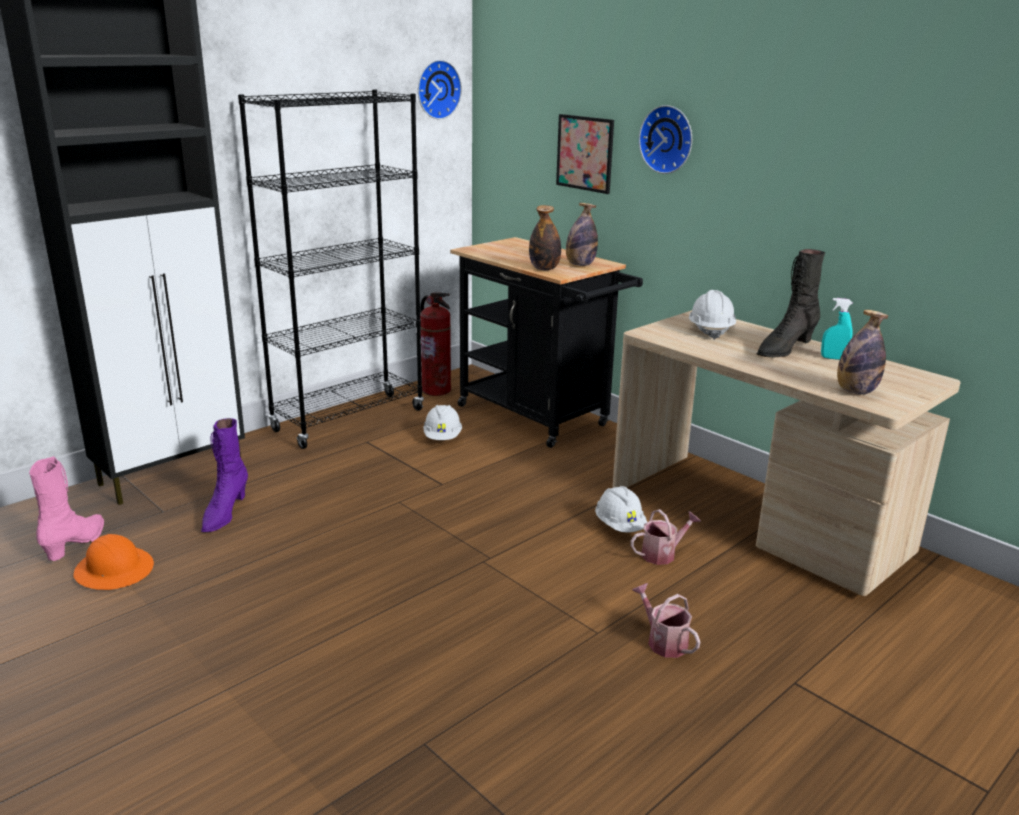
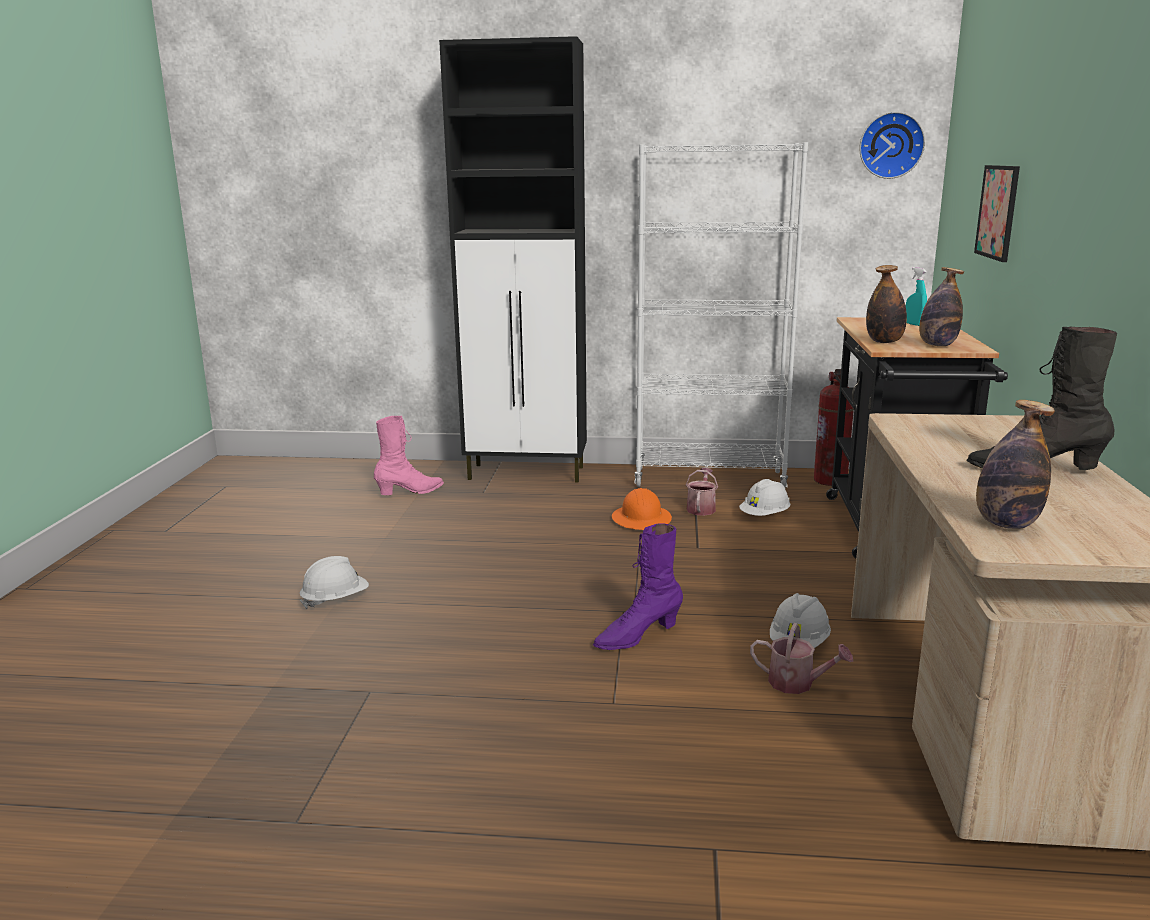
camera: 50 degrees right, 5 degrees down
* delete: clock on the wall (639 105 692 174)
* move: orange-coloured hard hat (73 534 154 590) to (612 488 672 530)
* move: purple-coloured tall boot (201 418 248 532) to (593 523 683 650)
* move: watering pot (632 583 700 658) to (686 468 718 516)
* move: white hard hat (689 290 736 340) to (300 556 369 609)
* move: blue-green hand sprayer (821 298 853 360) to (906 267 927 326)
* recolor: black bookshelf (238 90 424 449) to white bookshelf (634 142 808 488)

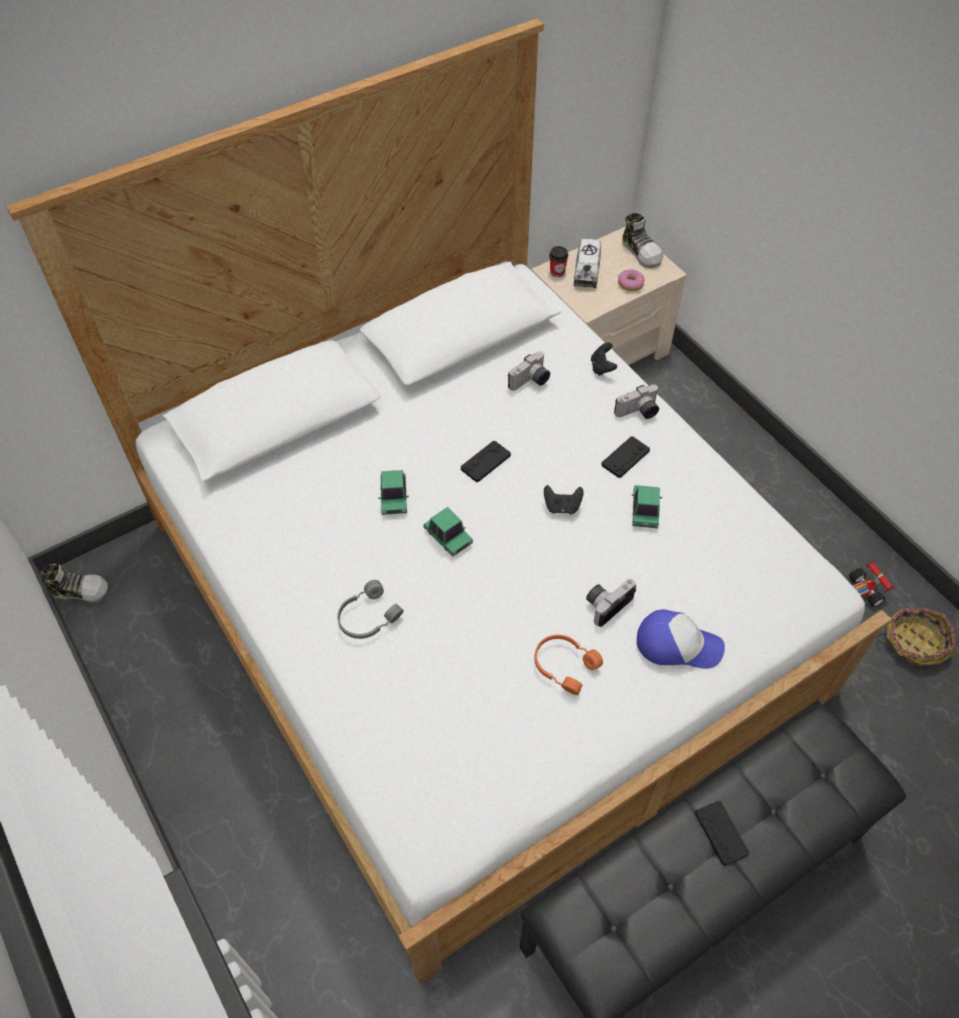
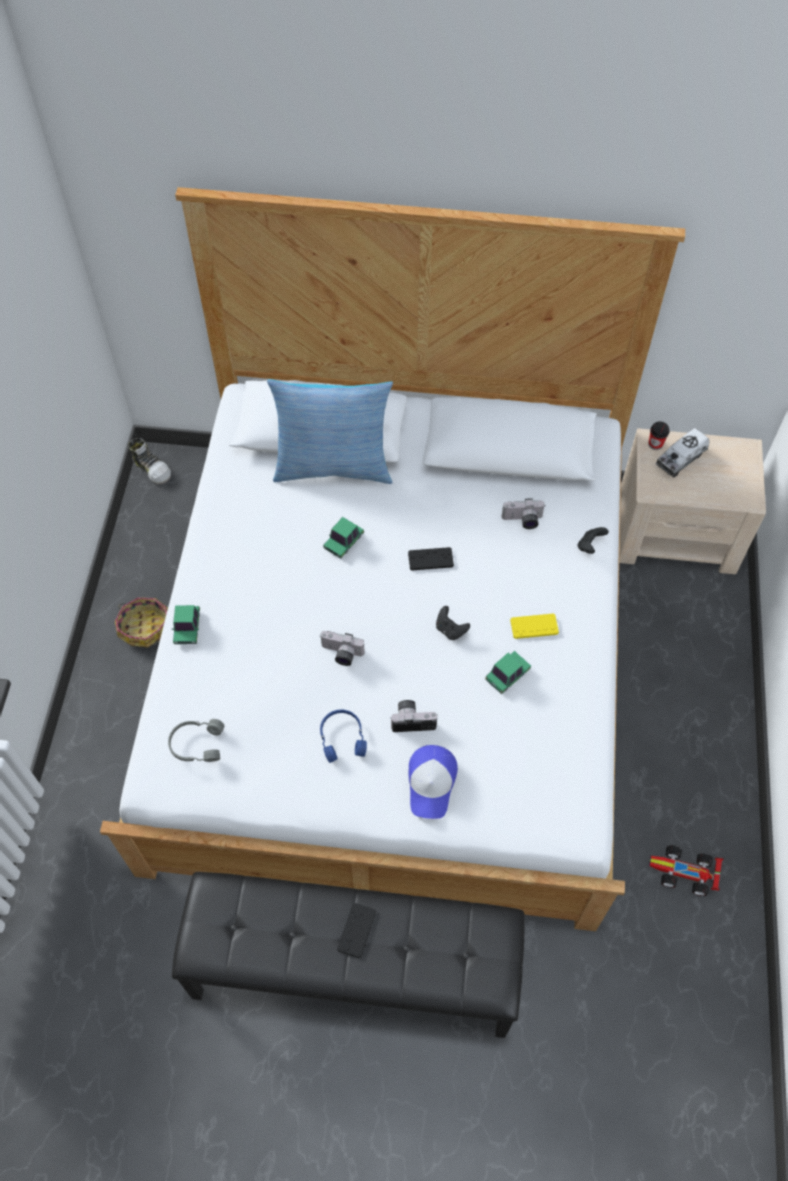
camera: 40 degrees right, 5 degrees up
* delete: donut (618 269 645 291)
* delete: shoe (622 213 663 268)
* insert: cushion (267 379 393 484)
* move: greyish headset (337 580 404 639) to (168 719 225 762)
* move: toy car (423 507 473 557) to (172 605 200 644)
* move: still camera (614 384 659 419) to (320 631 365 666)
* move: storage basket (877 608 956 666) to (115 597 168 648)
* recolor: orange-coloured headset (534 635 603 695) to bluish headset (320 710 367 763)
* recolor: black joypad (601 436 650 478) to yellow-coloured joypad (510 613 559 639)
* rotate: baseball cap (637 610 725 669) = (409 745 458 819) 45 degrees clockwise

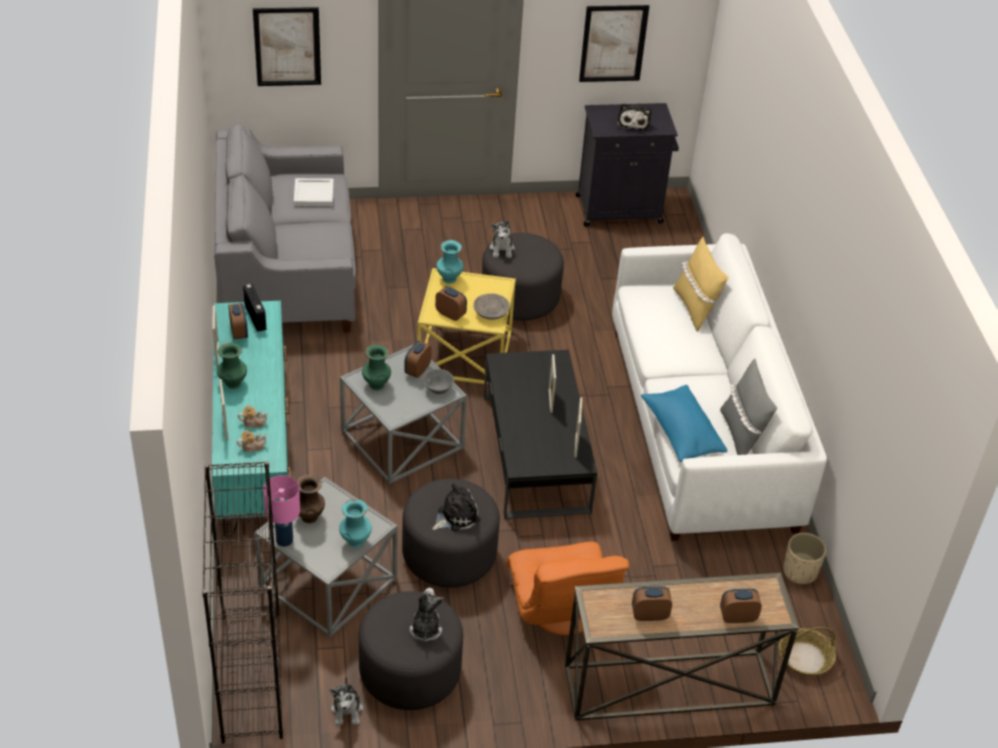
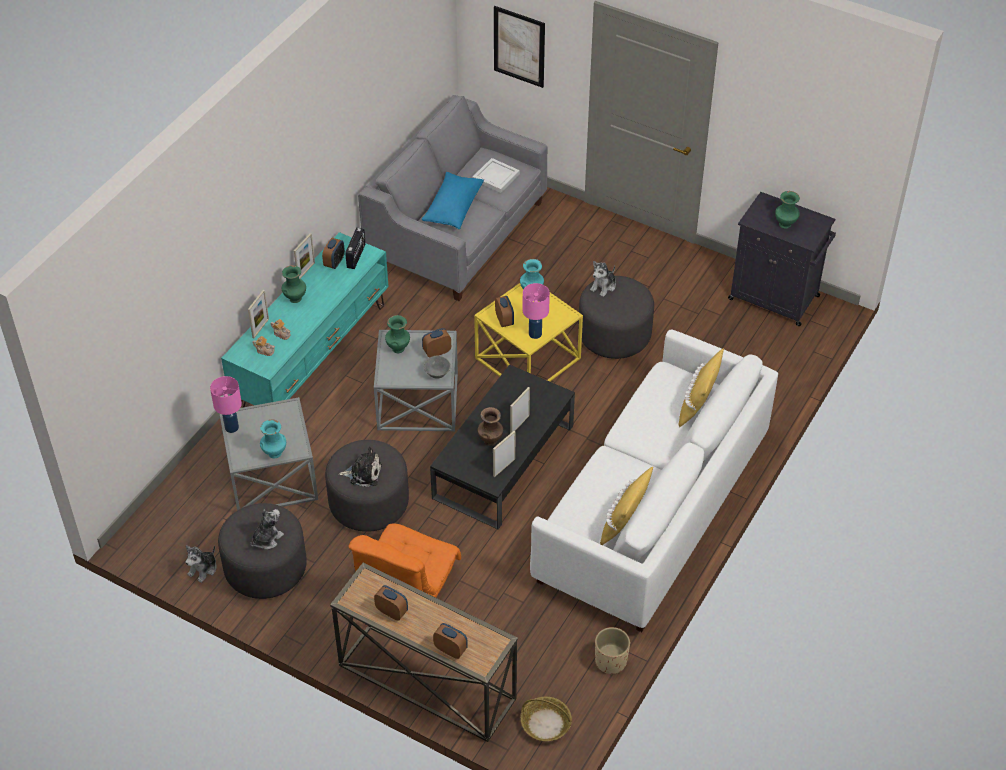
camera: 40 degrees right, 5 degrees up
* delete: black bookshelf (202 461 283 744)
* delete: picture (579 5 649 82)
* move: brown-coloured vase (297 475 325 523) to (478 407 503 446)
* move: bluish cushion (641 385 728 462) to (422 172 484 229)
* replace: greyish bowl (473 293 510 320) to pinkish lamp for a table (522 283 550 339)
* replace: cuddly toy (617 103 652 131) to green-coloured vase (775 191 800 229)
* recolor: greyish cushion (720 359 777 455) to yellow-coloured cushion (600 467 653 545)

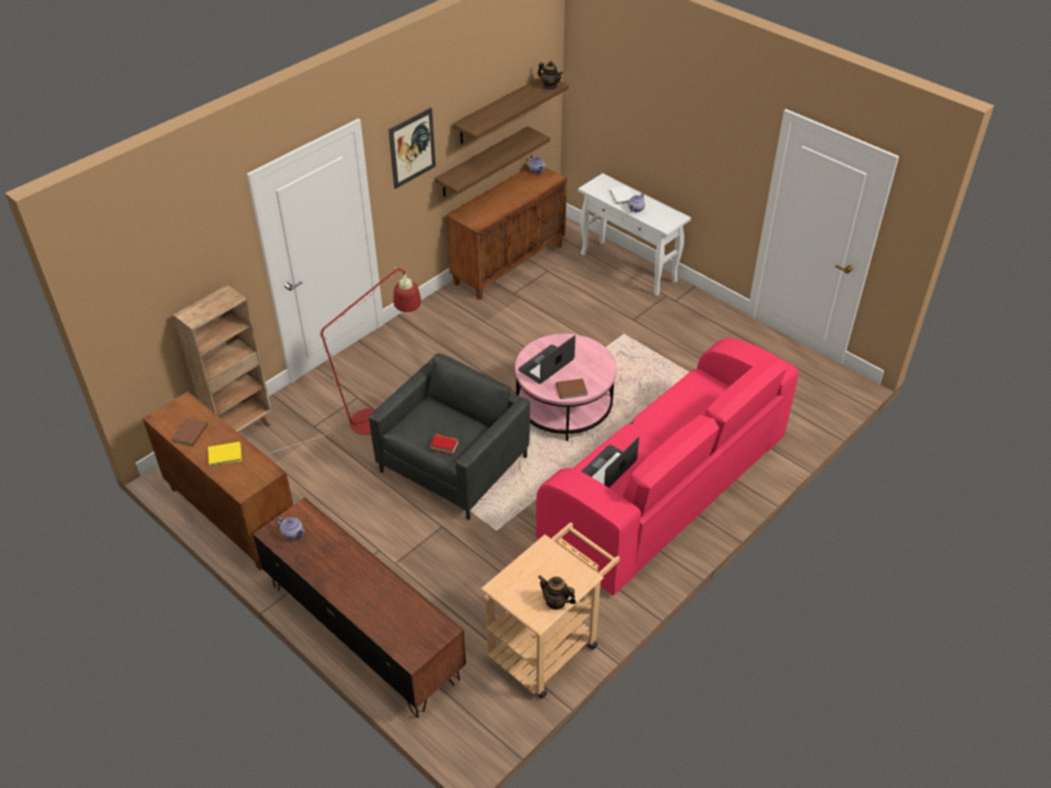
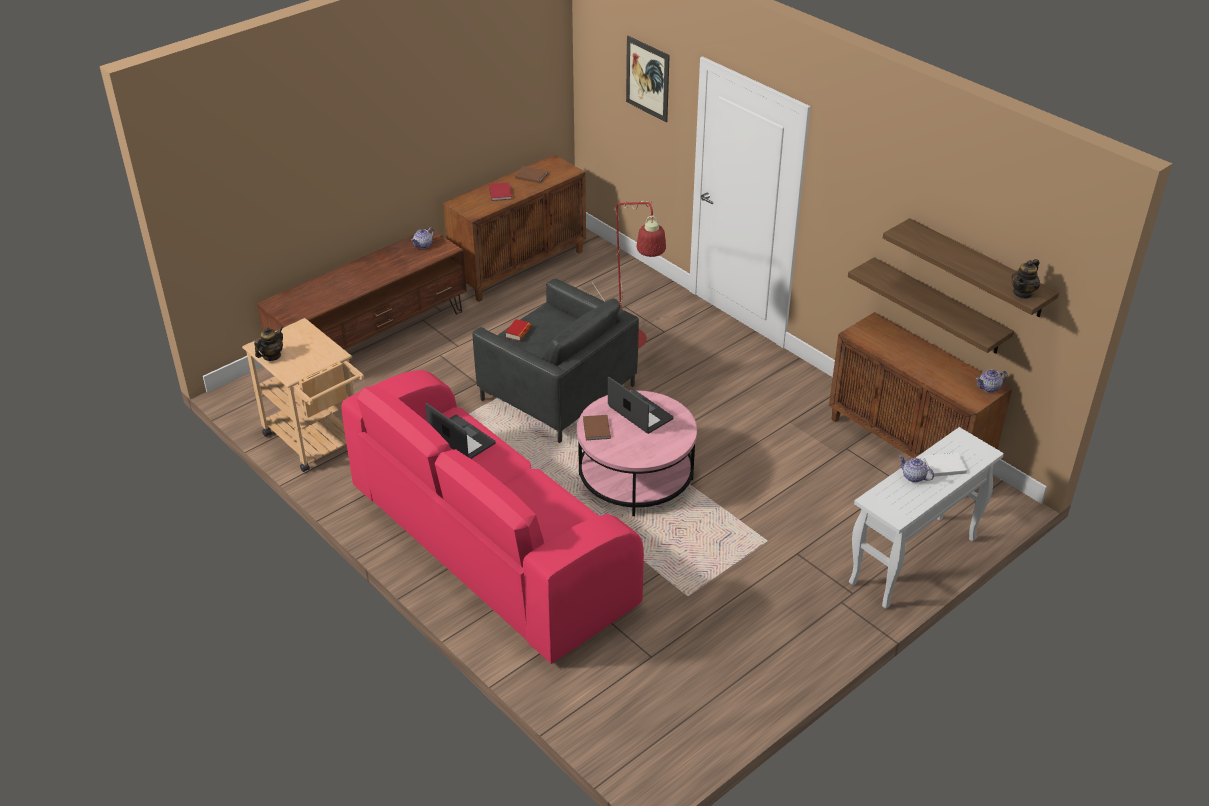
camera: 95 degrees right, 5 degrees down
* delete: brown-coloured bookshelf (173 285 272 433)
* move: picture (388 108 436 189) to (626 36 670 122)
* recolor: yellow-coloured book (208 442 242 467) to reddish book (489 183 512 201)

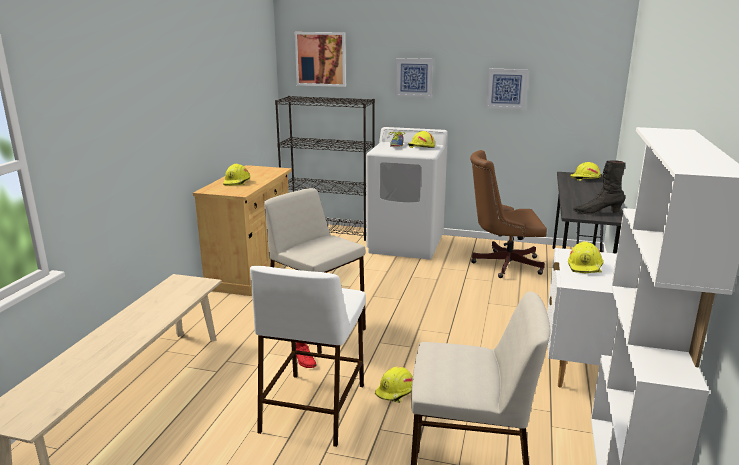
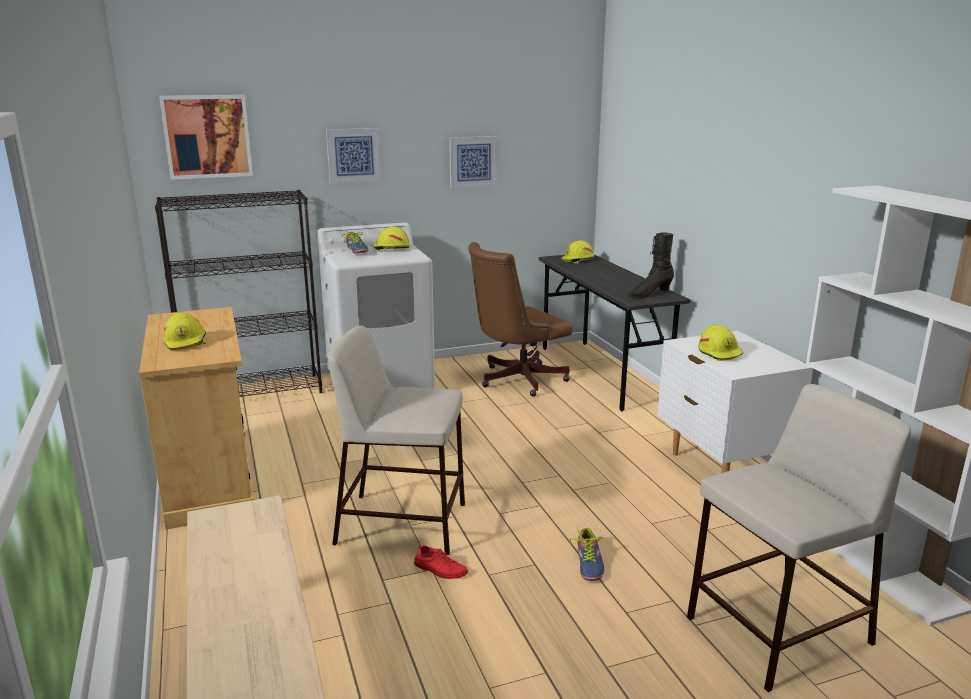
camera: 35 degrees left, 0 degrees up
* delete: white stool seat (250 266 366 447)
* replace: yellow-coloured hard hat (375 366 413 403) to shoe (570 527 604 581)

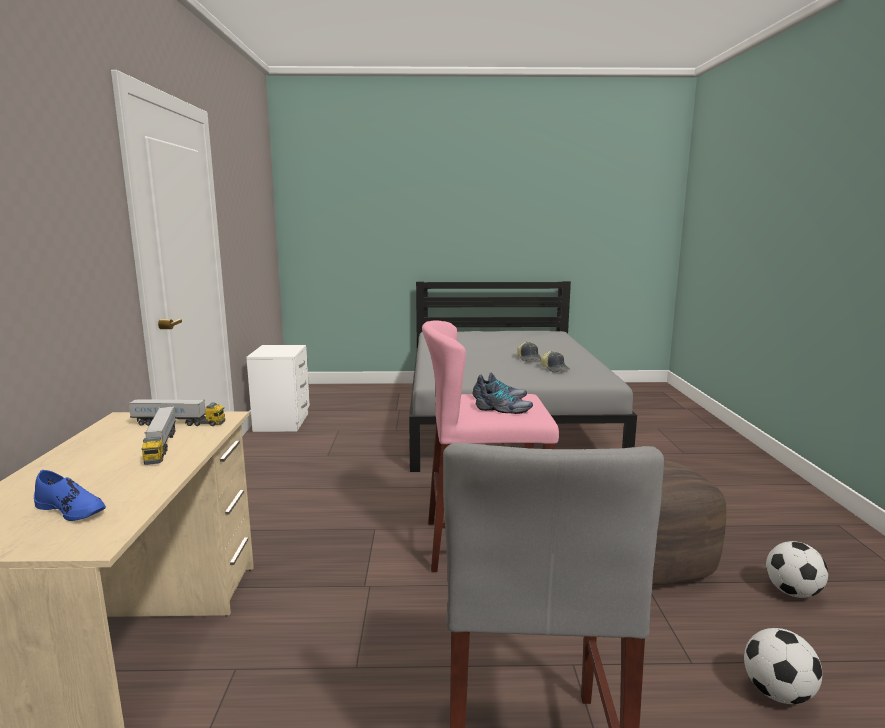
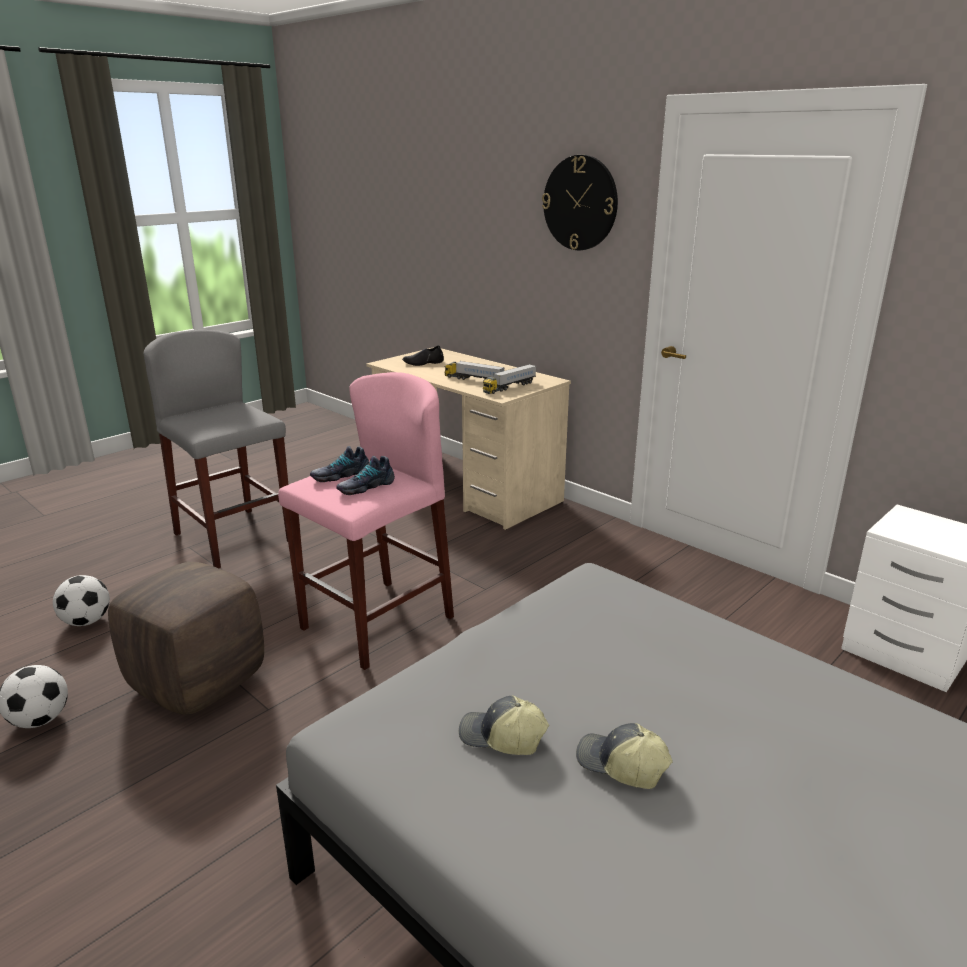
camera: 135 degrees right, 10 degrees up
* insert: clock on the wall (542 155 618 250)
* recolor: bluish shoe (34 470 106 521) to black shoe (402 345 444 366)

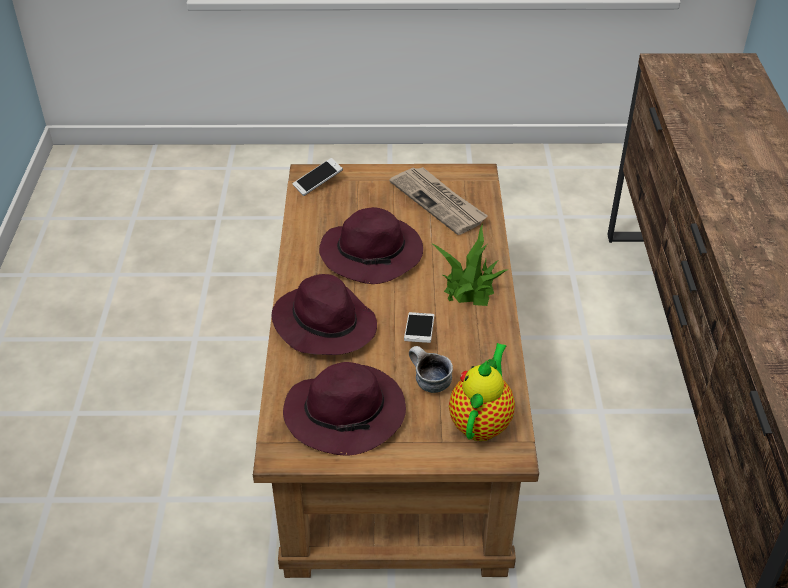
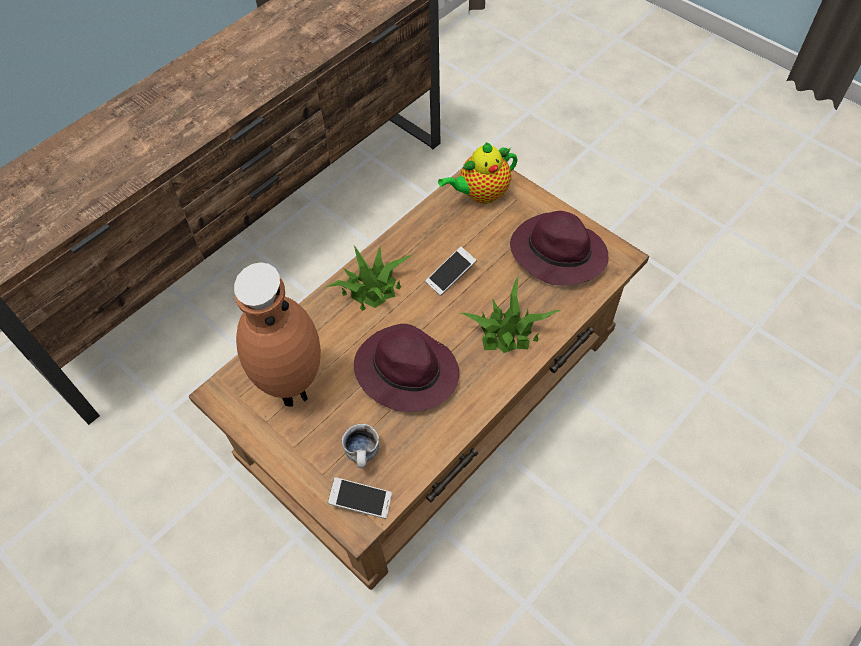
camera: 135 degrees left, 15 degrees up
* move: tea mug (409 346 453 393) to (342 424 379 468)
* replace: purple-coloured hat (272 274 377 355) to houseplant (460 277 562 353)
* replace: newspaper (389 167 488 235) to brown-coloured vase (234 262 321 406)

